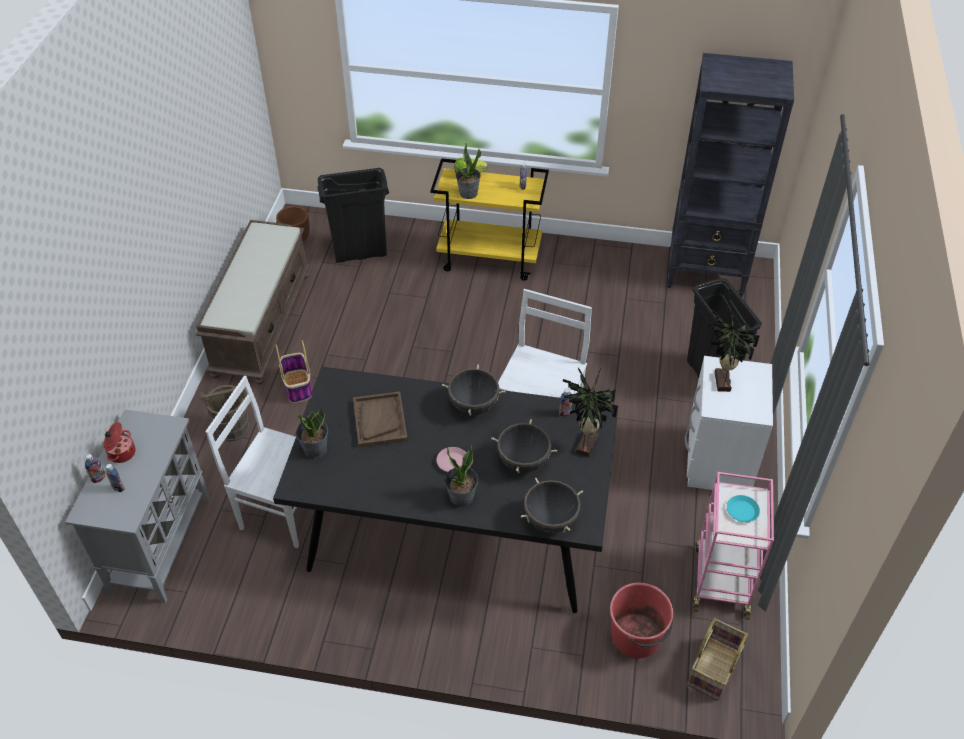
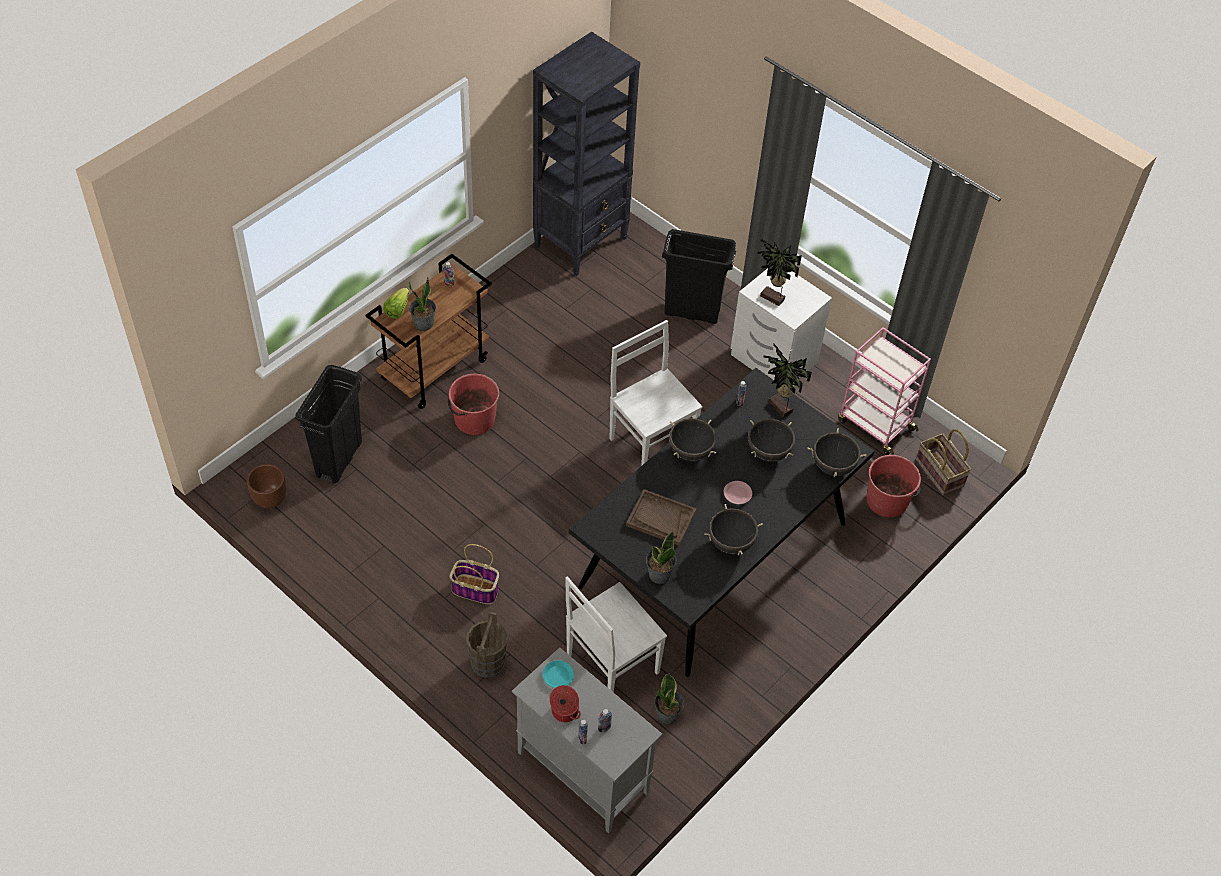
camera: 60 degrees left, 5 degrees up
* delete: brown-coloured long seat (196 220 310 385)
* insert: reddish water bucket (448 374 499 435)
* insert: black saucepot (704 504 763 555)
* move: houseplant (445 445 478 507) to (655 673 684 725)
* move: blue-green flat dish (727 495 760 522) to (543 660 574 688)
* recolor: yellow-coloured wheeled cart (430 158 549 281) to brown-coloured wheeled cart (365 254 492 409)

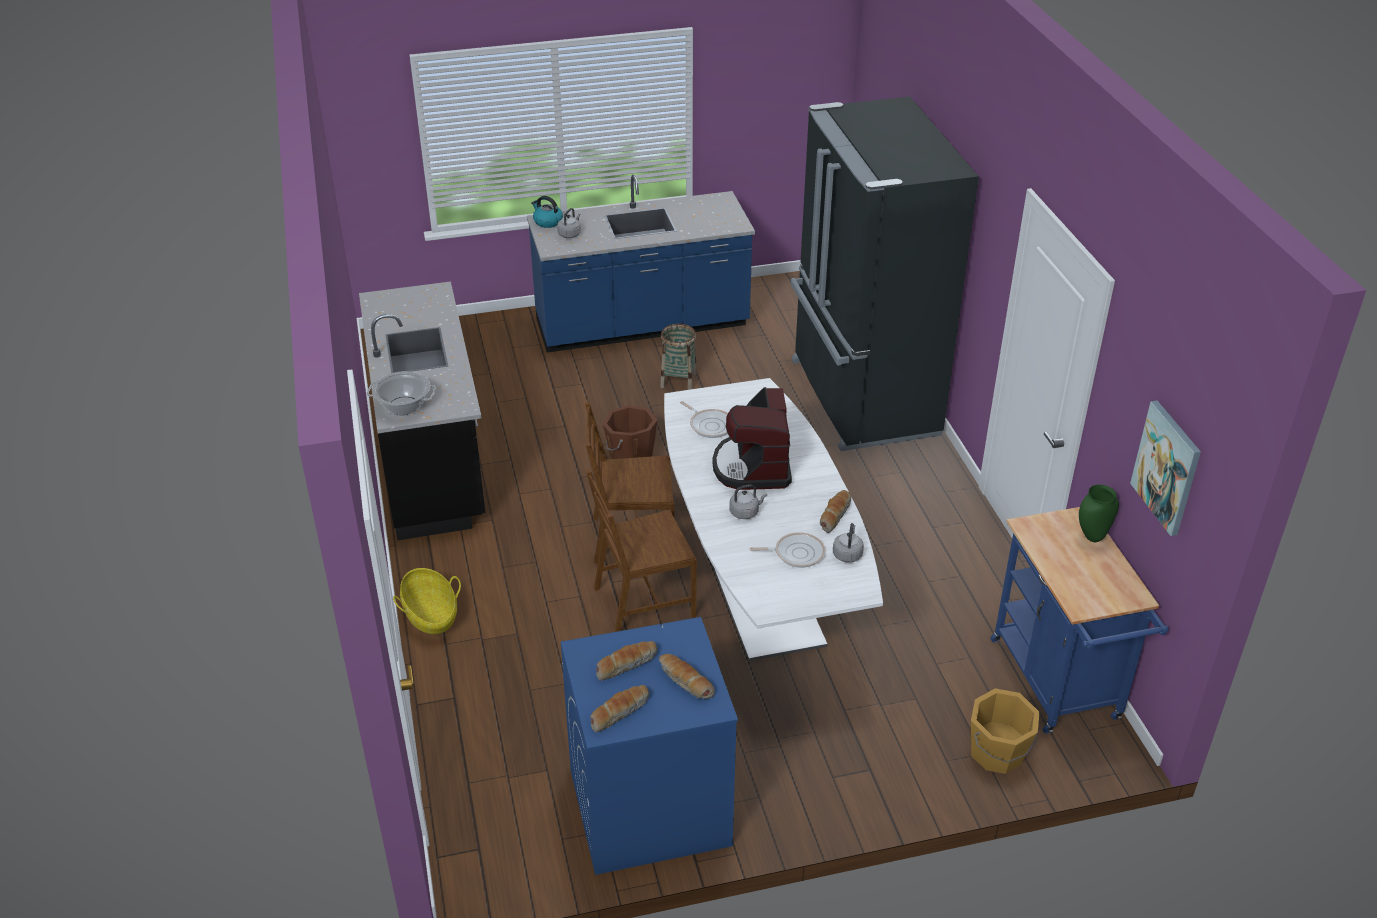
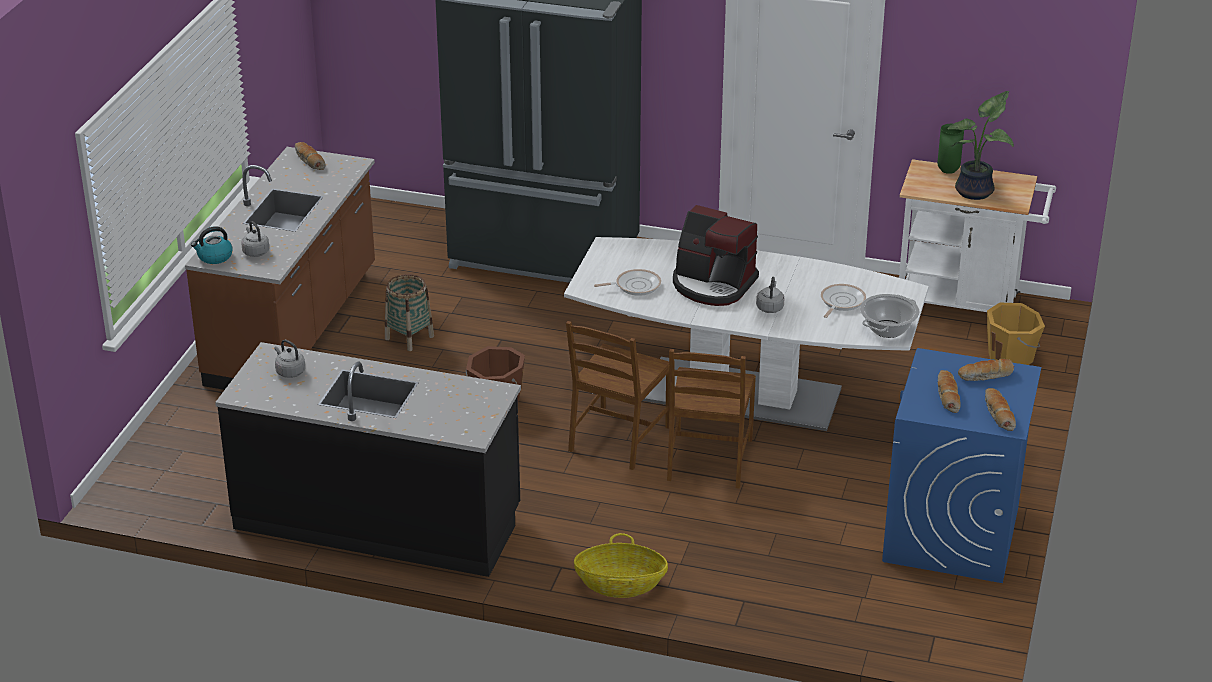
camera: 60 degrees left, 5 degrees down
* delete: picture (1130 401 1201 536)
* insert: houseplant (948 91 1014 200)
* move: saucepot (366 371 436 415) to (860 294 920 338)
* move: baked bread (820 490 851 533) to (295 142 326 170)
* move: greyish water kettle (833 523 864 562) to (274 340 305 378)
* recolor: bluish kitchen base unit (527 175 755 353) to brown-coloured kitchen base unit (185 147 375 390)
* recolor: bluish wheeled cart (990 507 1168 734) to white wheeled cart (899 159 1056 312)

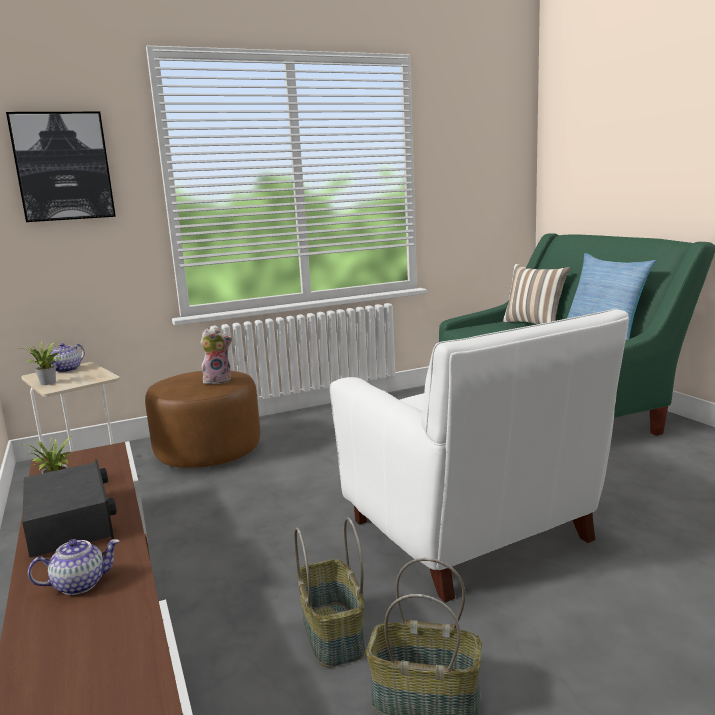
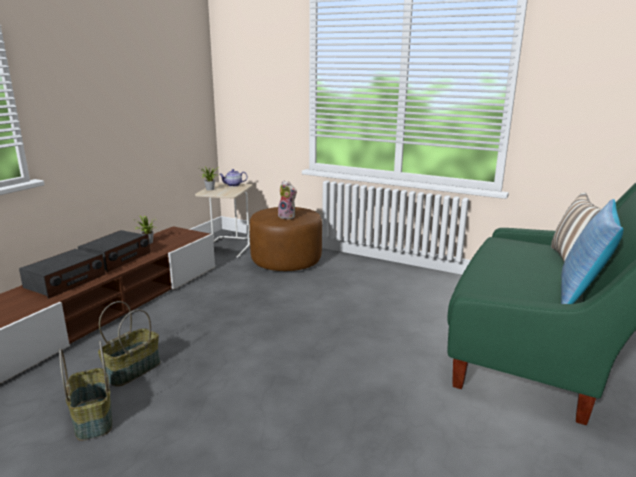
camera: 50 degrees right, 5 degrees up
* delete: picture (6 112 116 222)
* delete: white lounge chair (330 309 629 603)
* replace: tea pot (28 539 120 595) to radio receiver (19 249 106 299)

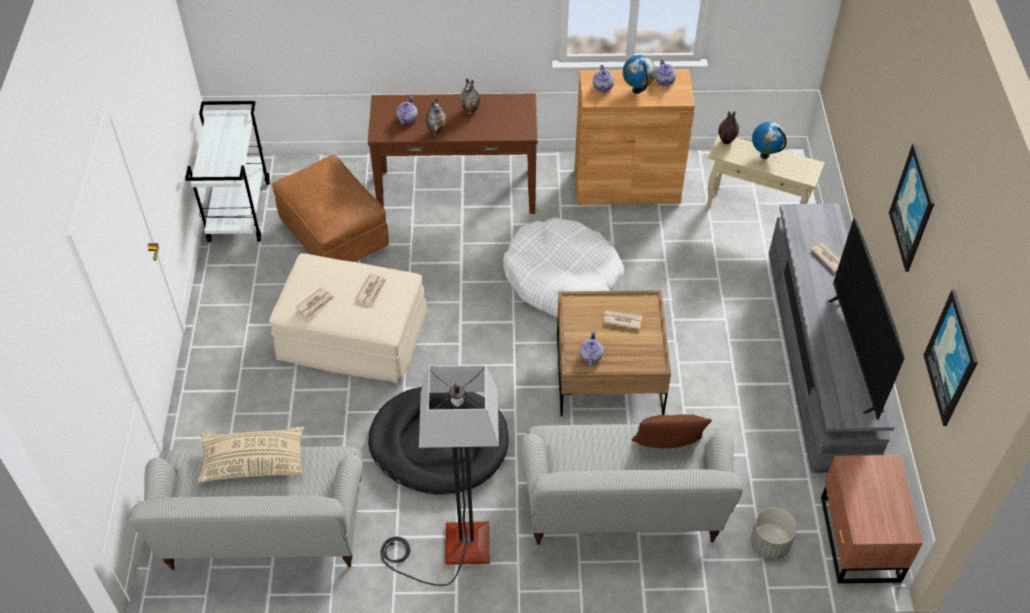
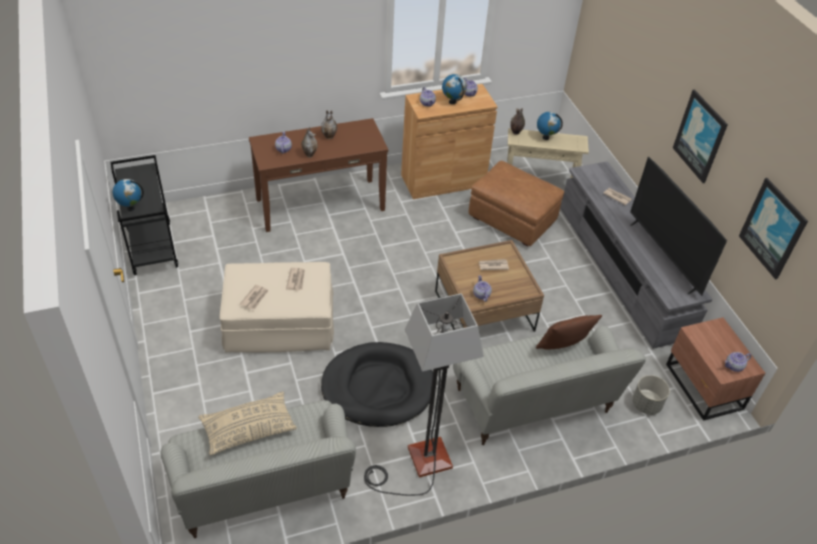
camera: 20 degrees left, 5 degrees down
* delete: white dog cushion (503 218 624 318)
* insert: desk globe (113 179 144 211)
* insert: tea pot (725 352 751 372)
* move: brown-coloured footrest (272 155 389 262) to (469 161 564 246)
* recolor: white wheeled cart (185 101 270 242) to black wheeled cart (111 155 178 275)

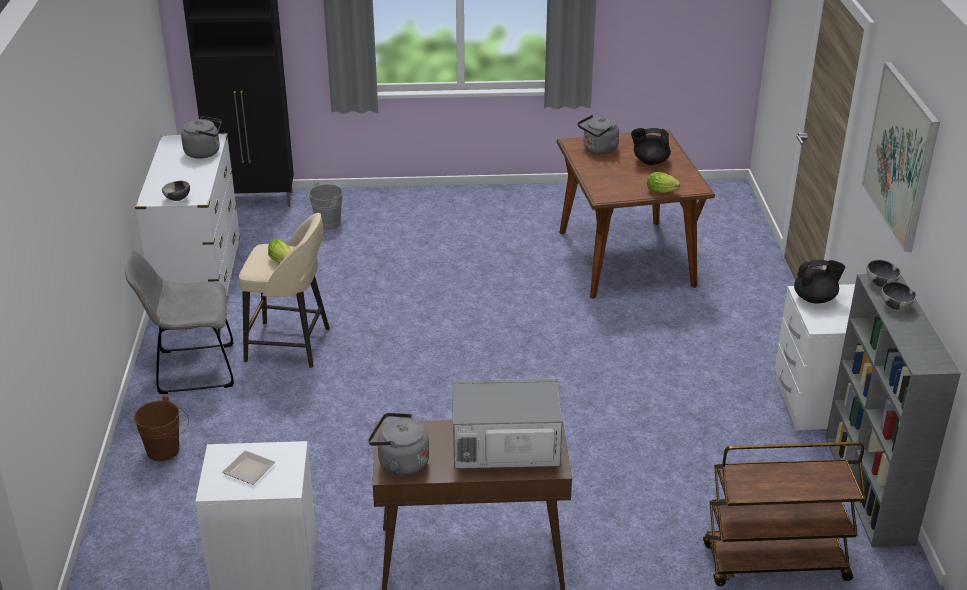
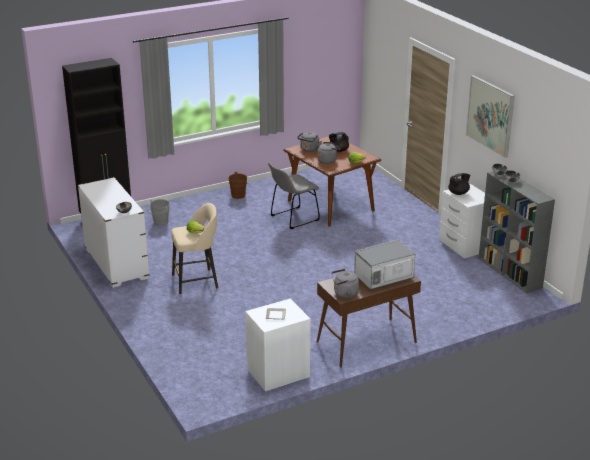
camera: 25 degrees left, 5 degrees down
* delete: brown-coloured wheeled cart (703 442 866 586)
* move: greyish upright chair (125 250 234 394) to (268 162 320 229)
* move: brown-coloured water bucket (134 396 189 461) to (228 172 251 199)
* move: greyish water kettle (181 116 221 159) to (317 142 341 164)

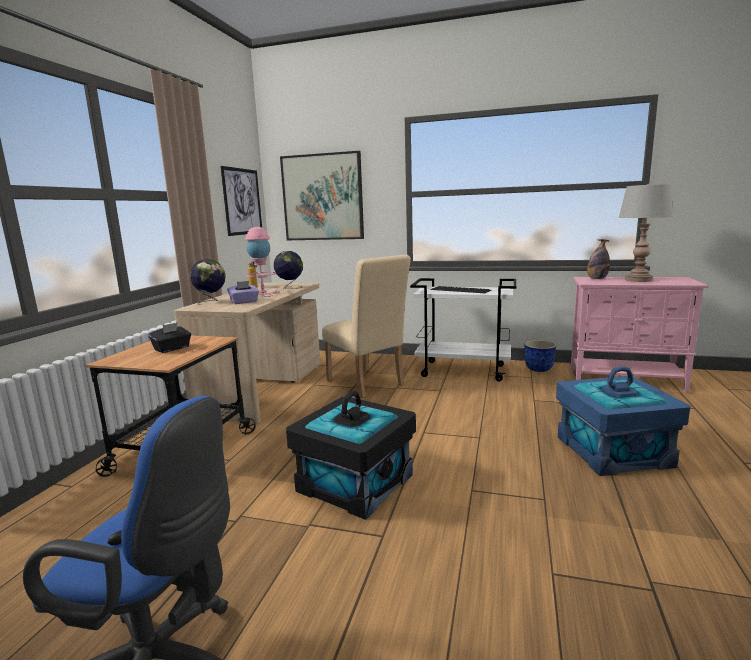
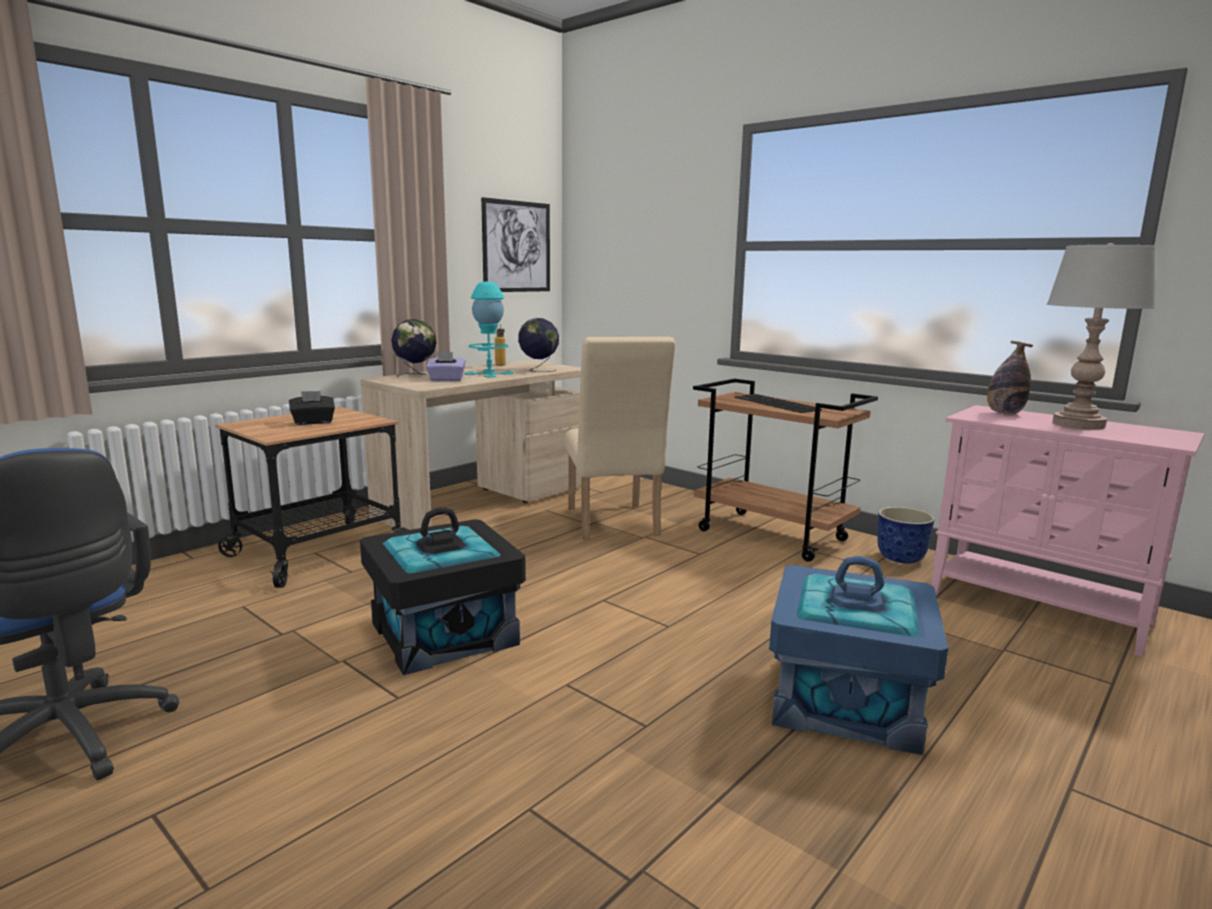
camera: 25 degrees right, 0 degrees up
* delete: picture (280 151 364 240)
* recolor: pinkish lamp for a table (245 227 280 297) to blue-green lamp for a table (465 281 514 377)
* recolor: white wheeled cart (410 278 516 382) to brown-coloured wheeled cart (693 379 878 562)

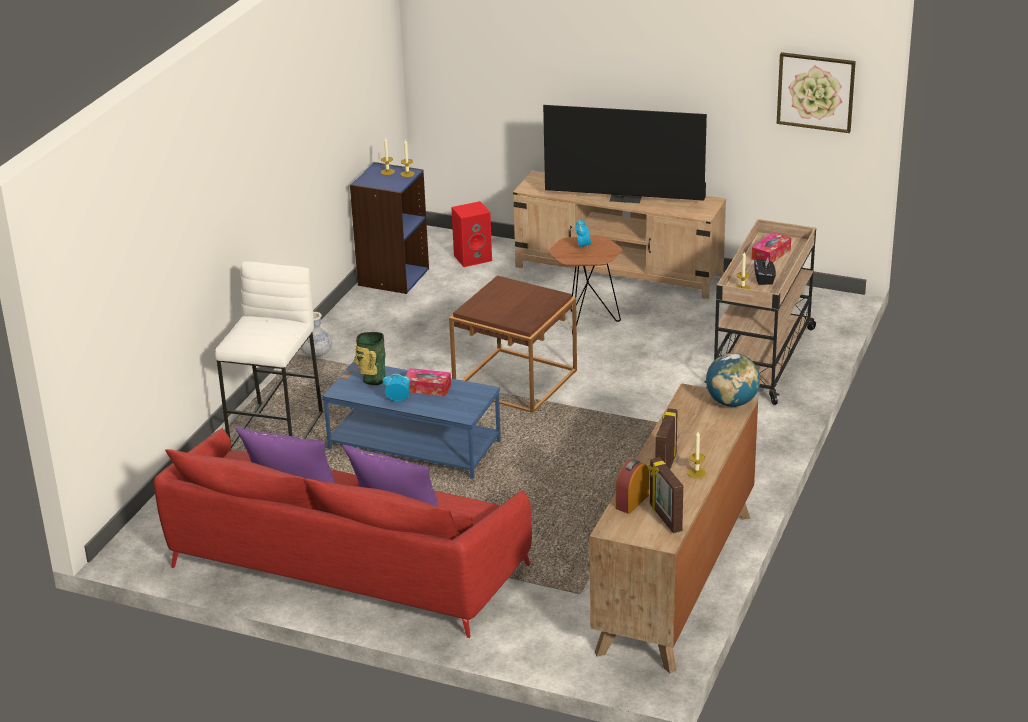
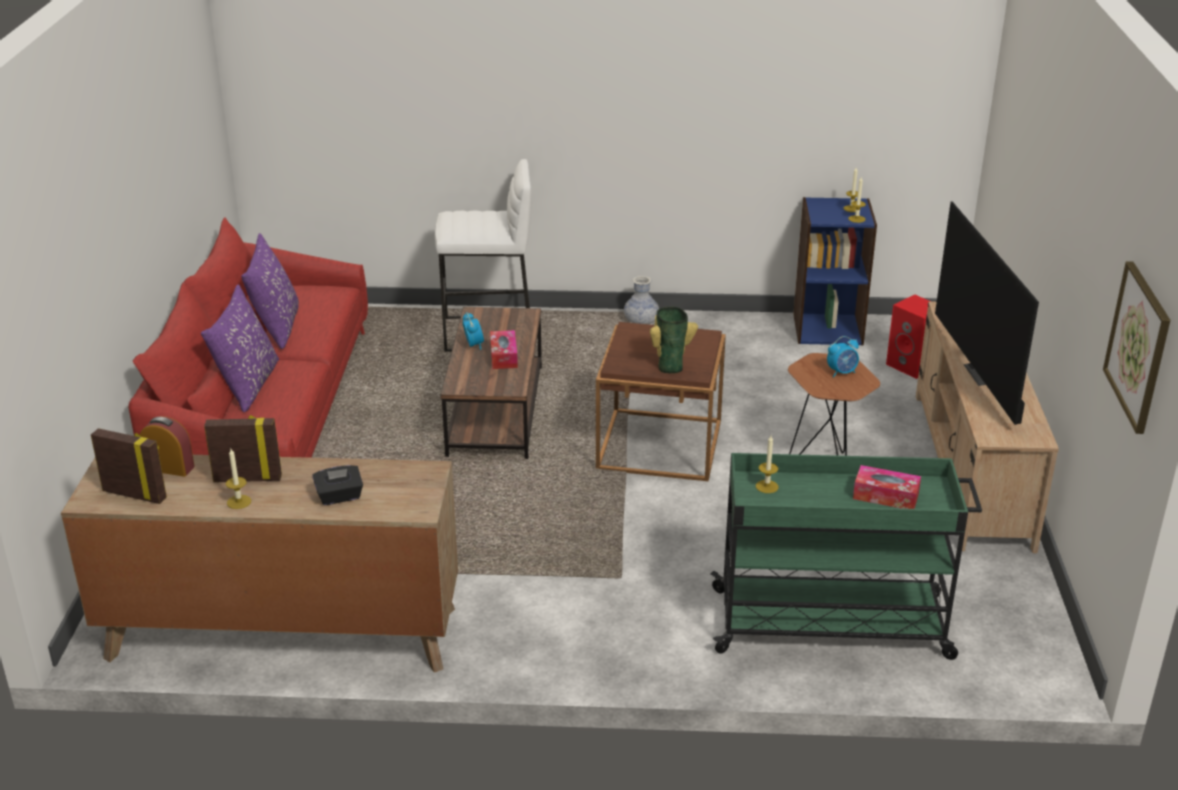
camera: 70 degrees right, 0 degrees up
* delete: desk globe (706 353 760 407)
* move: vase (354 332 386 385) to (650 307 698 374)
* move: black box of tissues (754 258 776 285) to (312 465 363 505)
* recolor: bluish coffee table (322 361 501 479) to brown-coloured coffee table (440 307 542 459)
* recolor: sand-coloured wheeled cart (704 219 816 405) to green-coloured wheeled cart (710 453 982 660)
* rotate: standing frame (649 457 683 533) = (91 428 167 504) 60 degrees clockwise

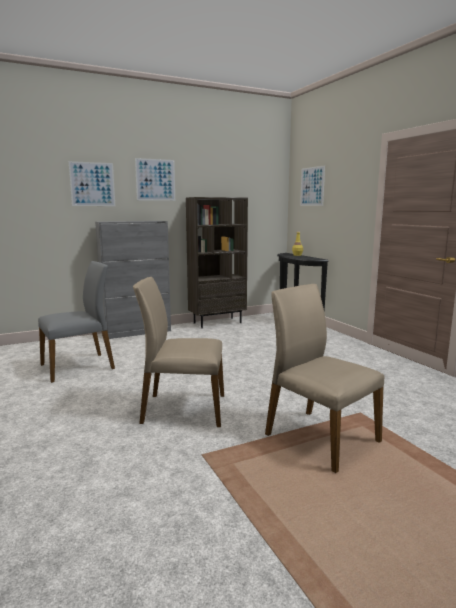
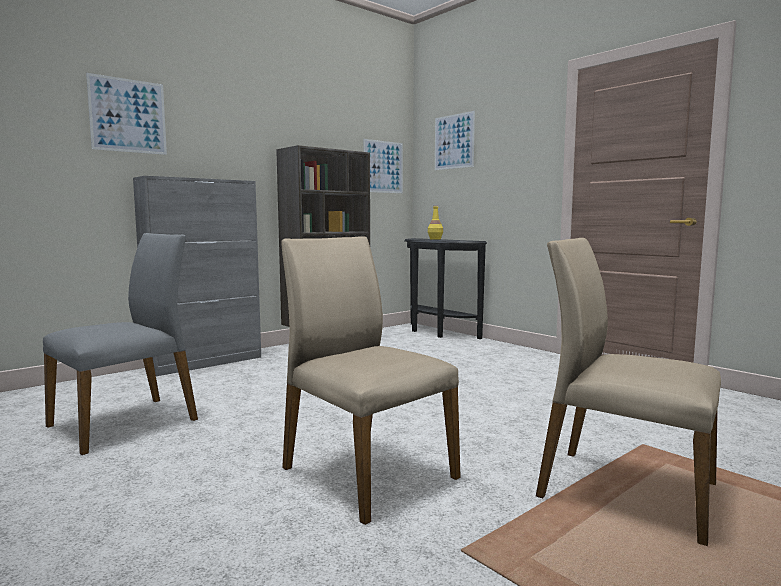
camera: 15 degrees left, 5 degrees down
* move: picture (135 158 175 201) to (363 139 403 193)
* rotate: sand-coloured upright chair (133 277 224 427) = (281 236 461 525) 60 degrees clockwise

